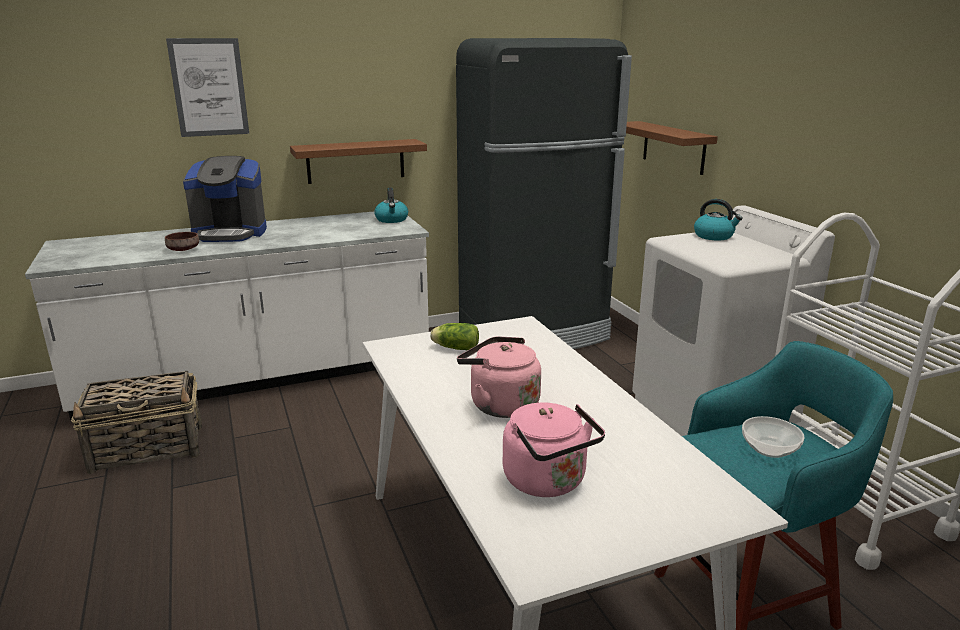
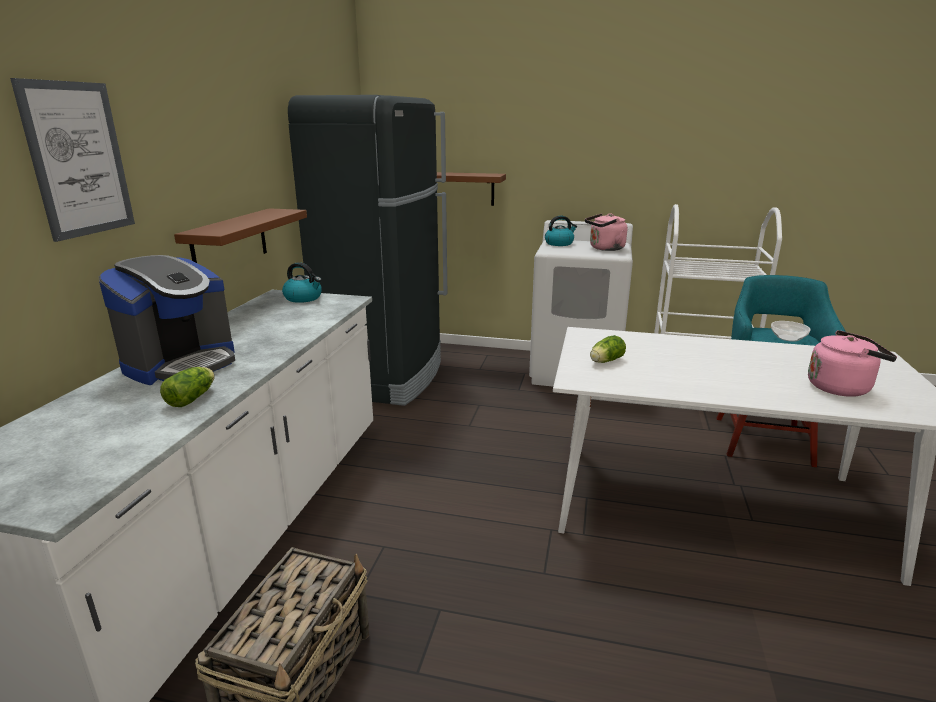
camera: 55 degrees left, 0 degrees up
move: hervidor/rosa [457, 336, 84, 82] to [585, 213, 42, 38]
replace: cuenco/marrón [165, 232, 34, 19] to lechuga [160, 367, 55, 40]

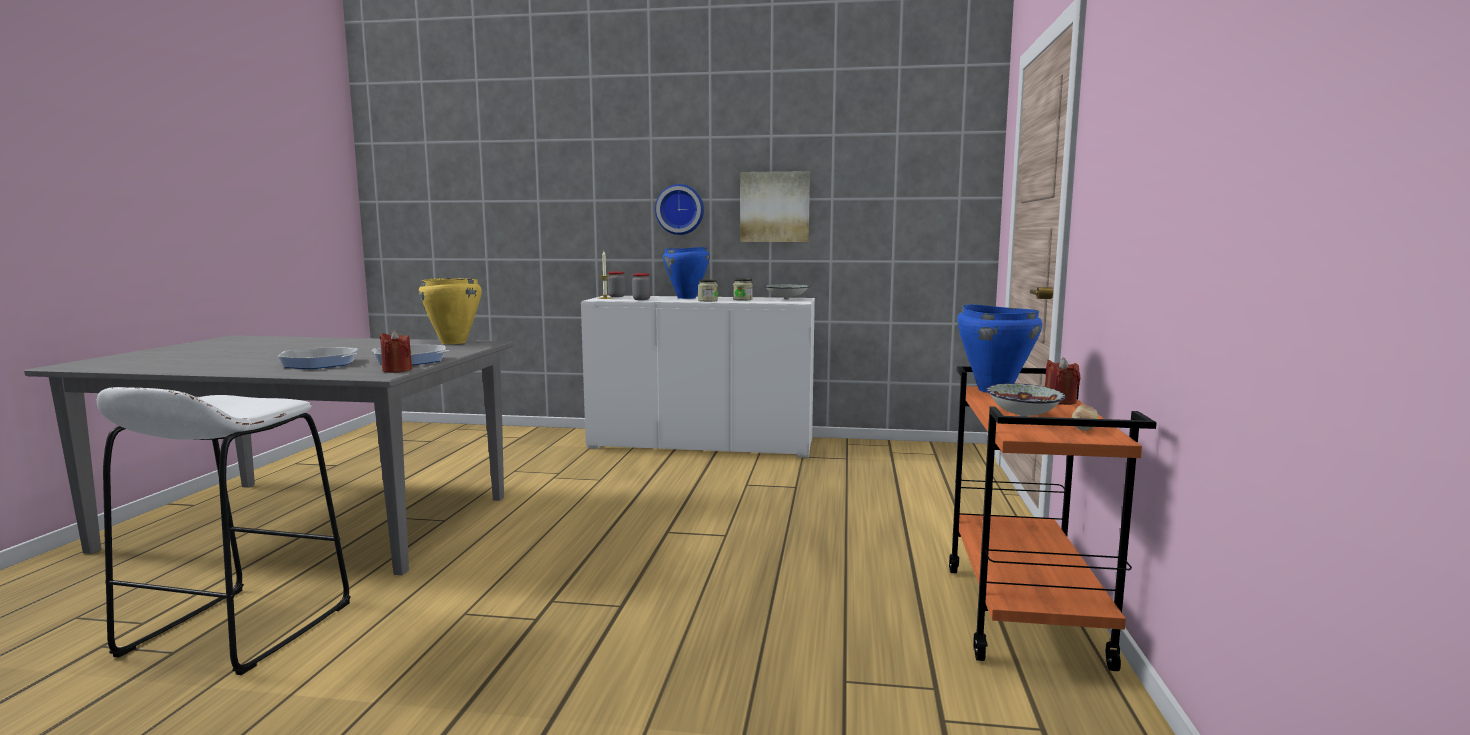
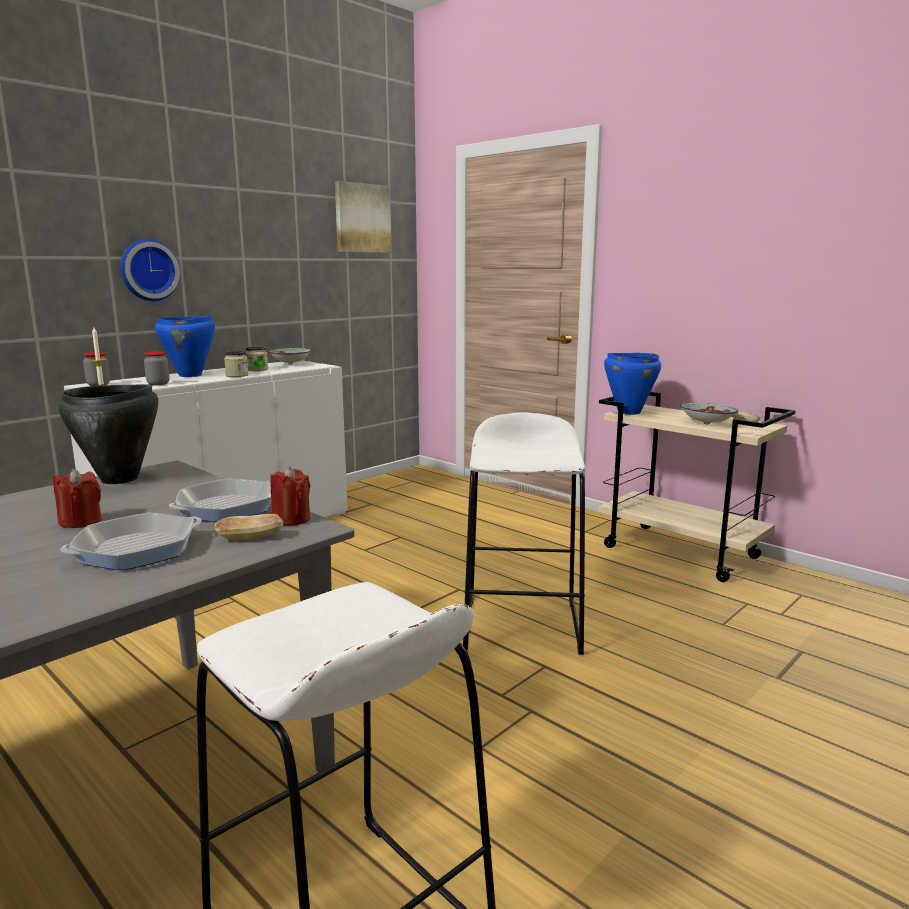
camera: 55 degrees left, 5 degrees up
insert: pan [215, 514, 68, 26]; taburete/blanco [463, 413, 122, 242]
move: vela/rojo [1045, 357, 36, 48] to [53, 469, 49, 59]; cuadro [740, 171, 70, 71] to [335, 181, 56, 72]
recolor: olla/amarillo [419, 278, 63, 66] to olla/negro [59, 384, 100, 100]; carrito/naranja [949, 366, 208, 305] to carrito/beis [599, 392, 197, 190]

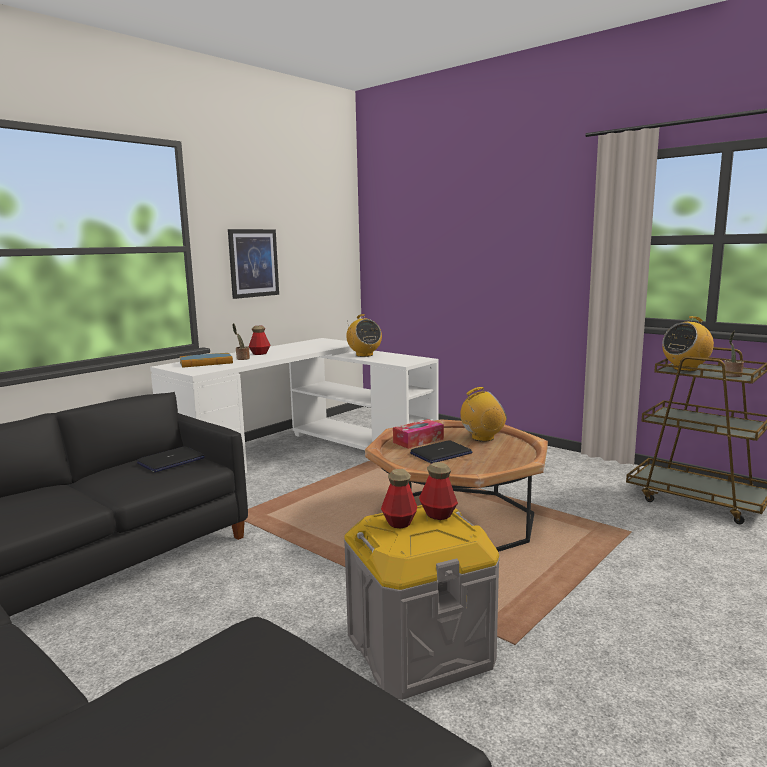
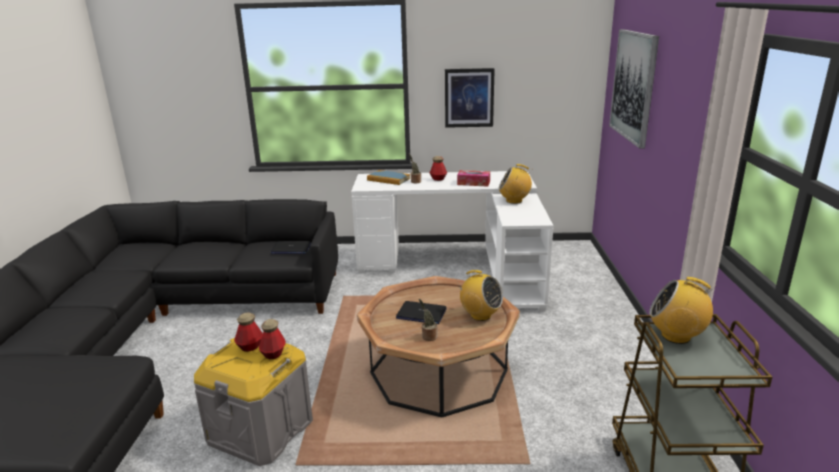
camera: 50 degrees right, 10 degrees up
insert: cuadro [609, 29, 50, 120]
move: planta en maceta [724, 331, 20, 46] to [419, 299, 19, 42]; caja de pañuelos [393, 419, 51, 30] to [457, 170, 33, 17]
rotate: radio [346, 314, 36, 43] = [499, 164, 33, 40] 75 degrees clockwise

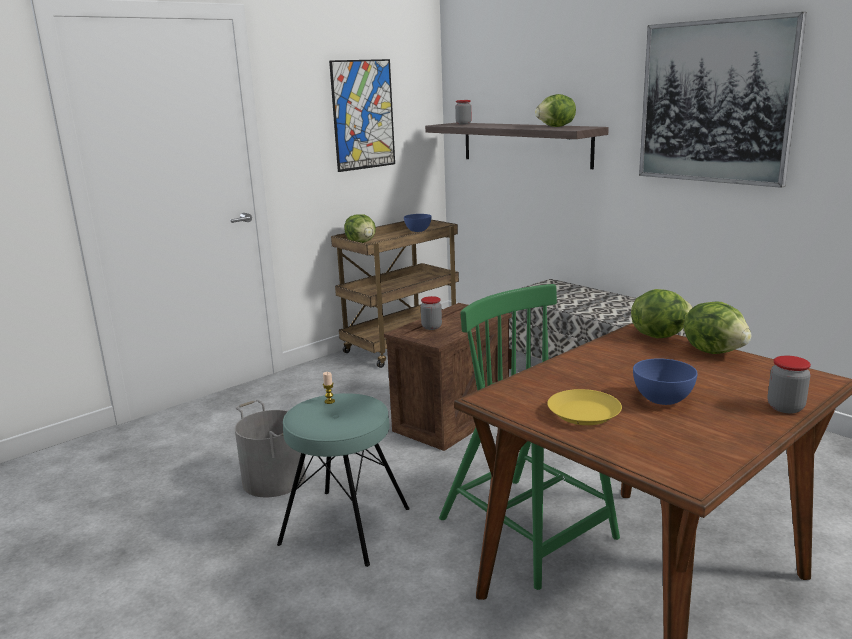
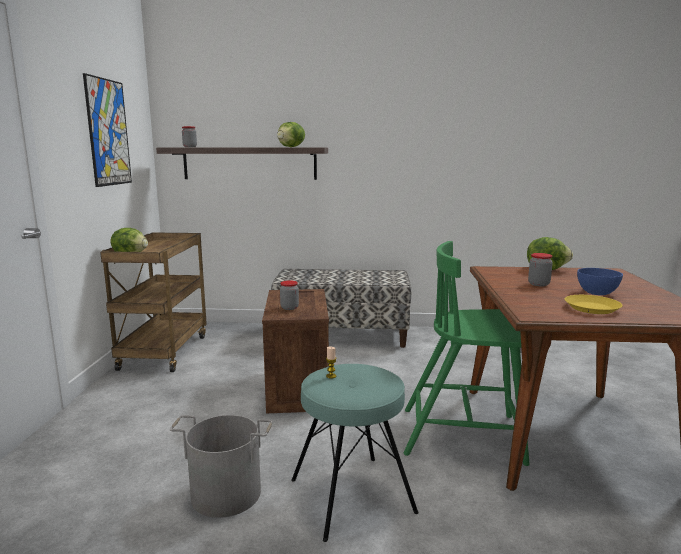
camera: 45 degrees left, 5 degrees down
delete: cuenco/azul [404, 214, 27, 18]; lechuga [631, 289, 62, 49]; cuadro [639, 12, 168, 176]
move: tarro [768, 356, 43, 57] to [528, 253, 25, 33]

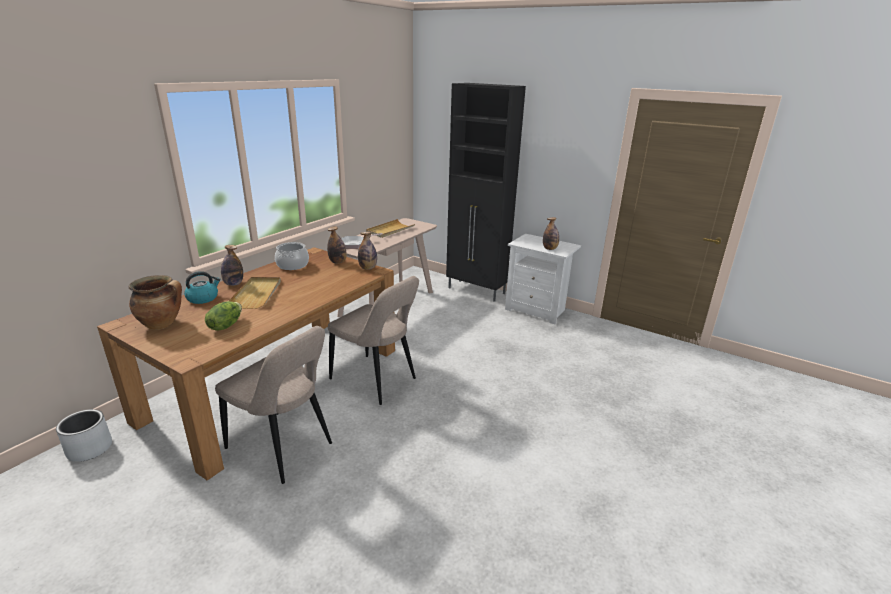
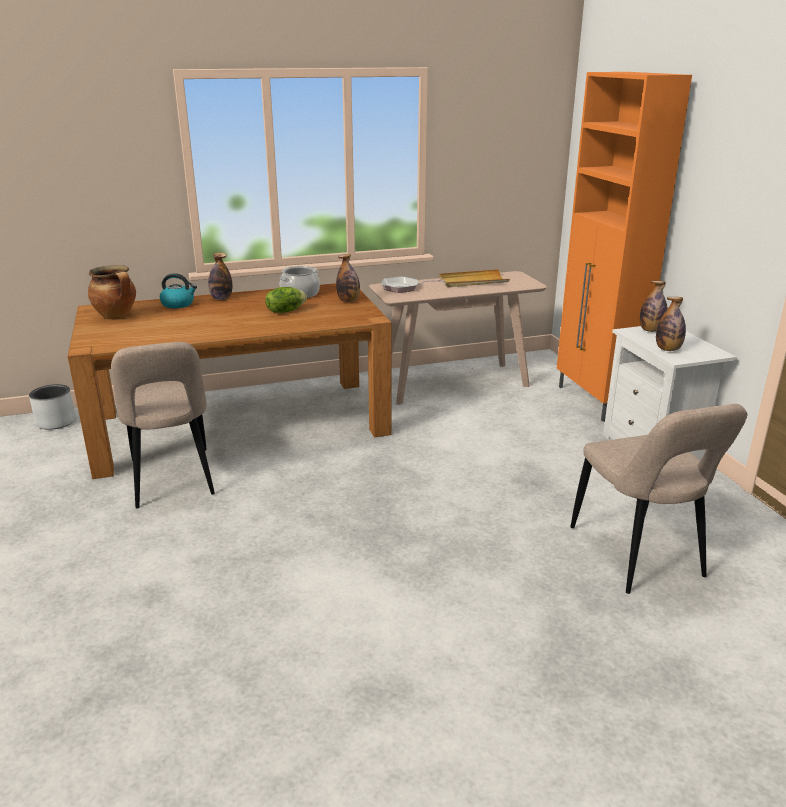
camera: 40 degrees right, 0 degrees up
delete: bandeja/beis [229, 277, 52, 32]
move: lechuga [205, 301, 37, 30] to [265, 287, 42, 26]; silla/beis [328, 276, 91, 129] to [570, 404, 177, 190]; botella [358, 232, 19, 38] to [640, 281, 28, 51]
recolor: armario/negro [446, 83, 80, 219] to armario/naranja [557, 72, 135, 350]

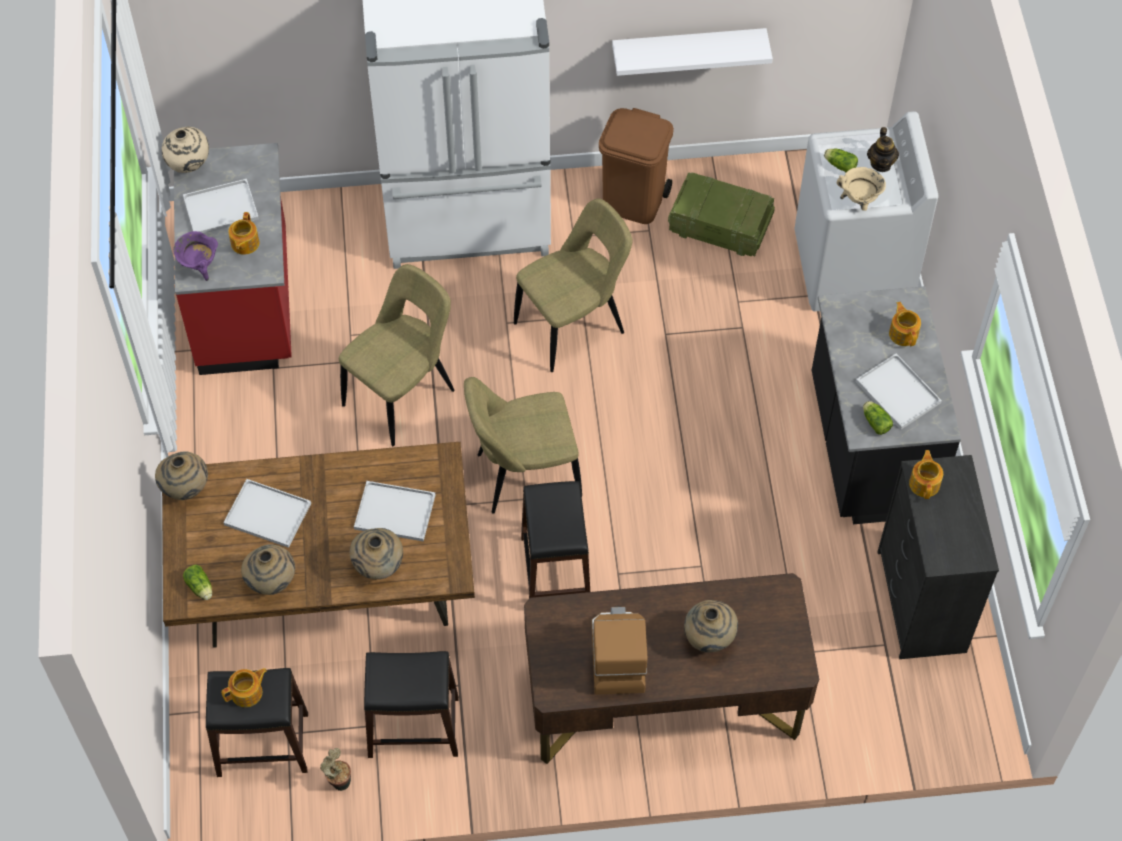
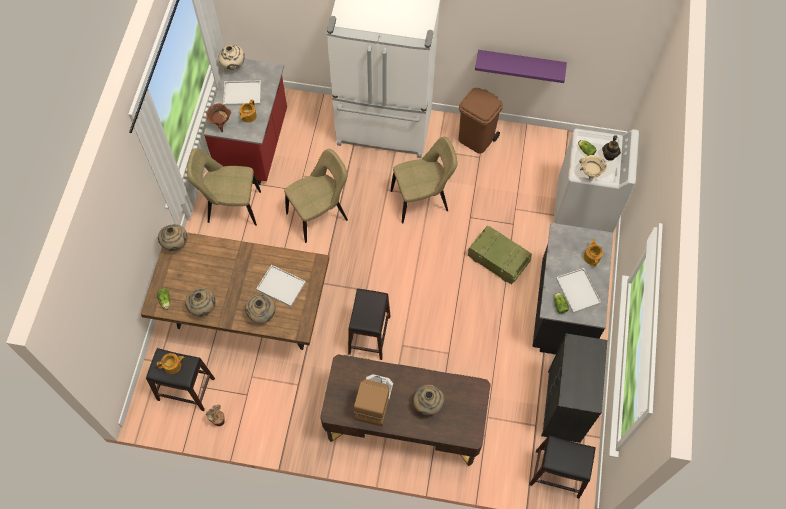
camera: 15 degrees right, 5 degrees up
delete: bandeja/blanco [223, 479, 88, 69]; tetera [909, 450, 34, 49]
move: silla/beis [464, 377, 118, 137] to [187, 148, 74, 78]; caja de embalaje [668, 172, 107, 85] to [468, 225, 64, 59]; taburete/negro [364, 651, 95, 107] to [529, 435, 67, 64]
recolor: olla/morado [173, 231, 45, 50] to olla/marrón [206, 104, 25, 28]; estante/blanco [612, 28, 161, 48] to estante/morado [475, 50, 92, 33]

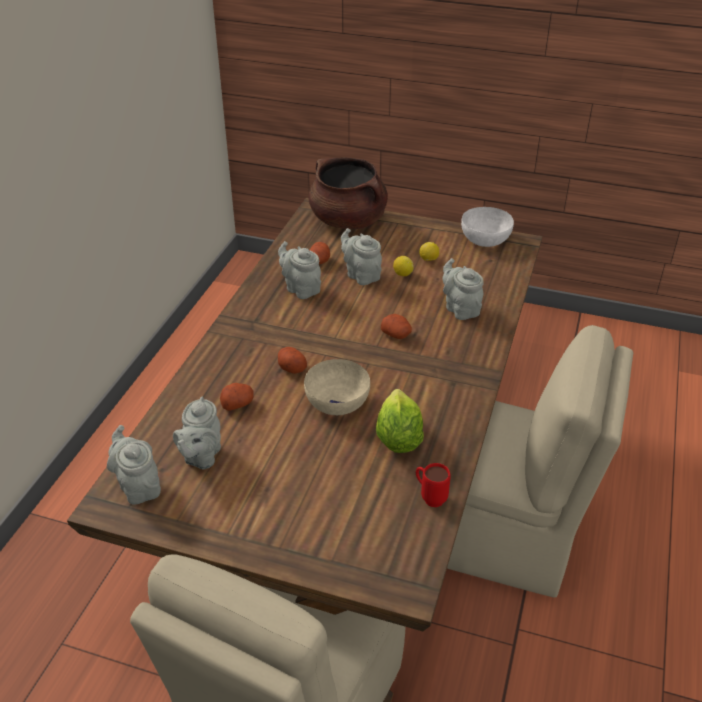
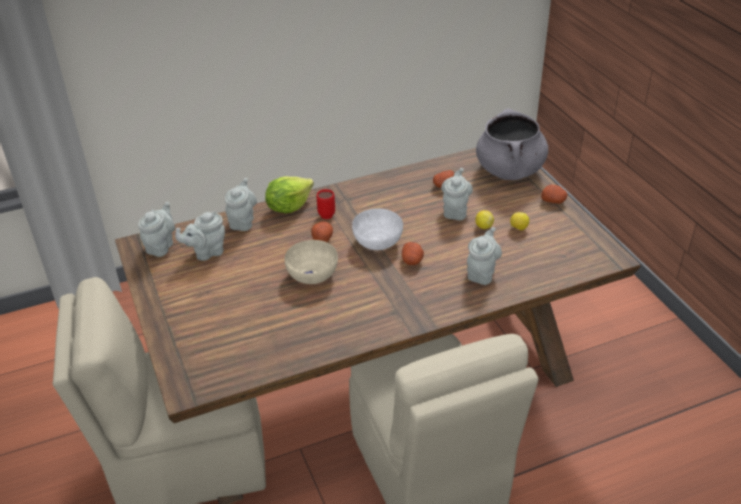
camera: 50 degrees right, 0 degrees up
move: tetera/gris [278, 241, 43, 58] to [225, 178, 32, 53]; lechuga [376, 389, 48, 64] to [265, 176, 49, 37]; taza grande/rojo [416, 463, 34, 44] to [317, 189, 18, 30]; cuenco/blanco [461, 207, 53, 40] to [352, 208, 51, 42]; patata [220, 383, 34, 28] to [541, 184, 27, 20]
recolor: olla/marrón [308, 157, 80, 72] to olla/gris [476, 108, 72, 72]

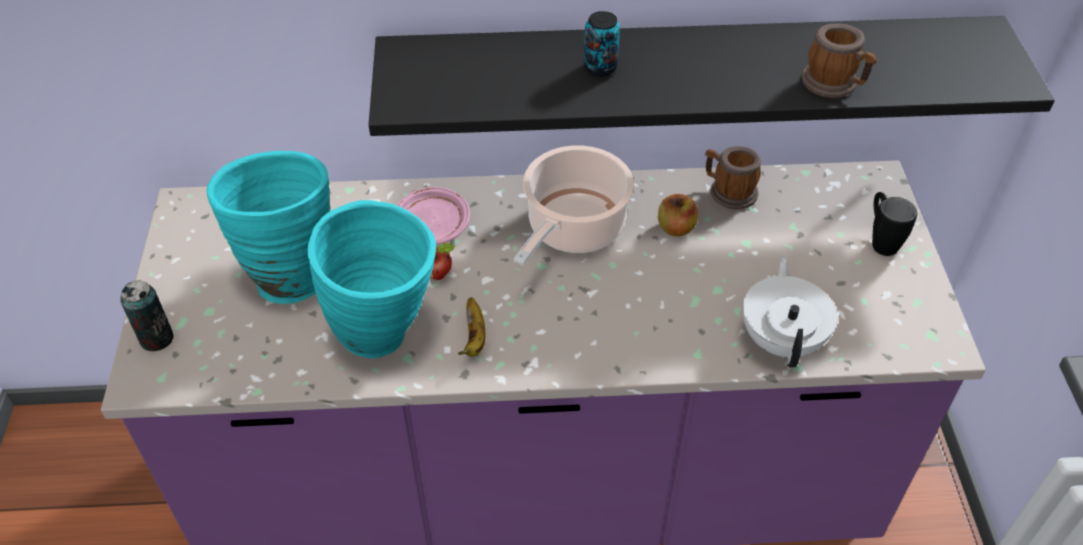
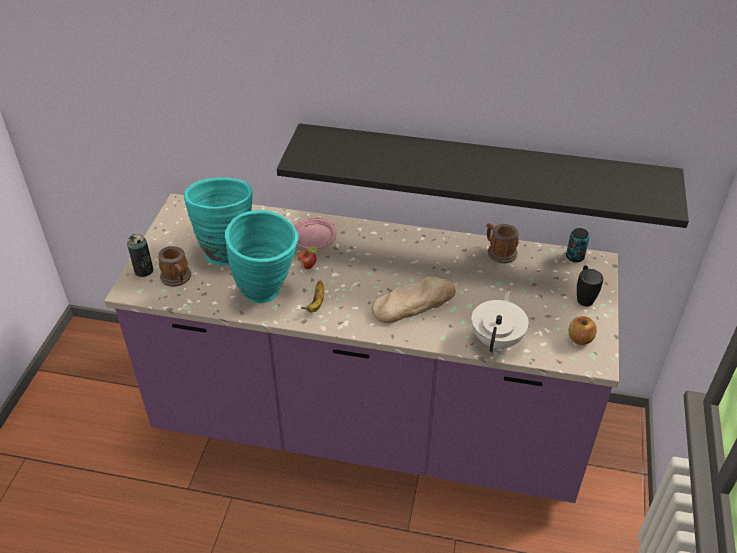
camera: 15 degrees right, 5 degrees down
delete: olla [514, 146, 120, 119]
insert: pan [372, 276, 84, 47]
move: taza grande [802, 24, 75, 74] to [158, 246, 33, 41]; lata [584, 11, 36, 66] to [566, 228, 23, 34]; manzana [658, 194, 40, 43] to [568, 316, 29, 29]

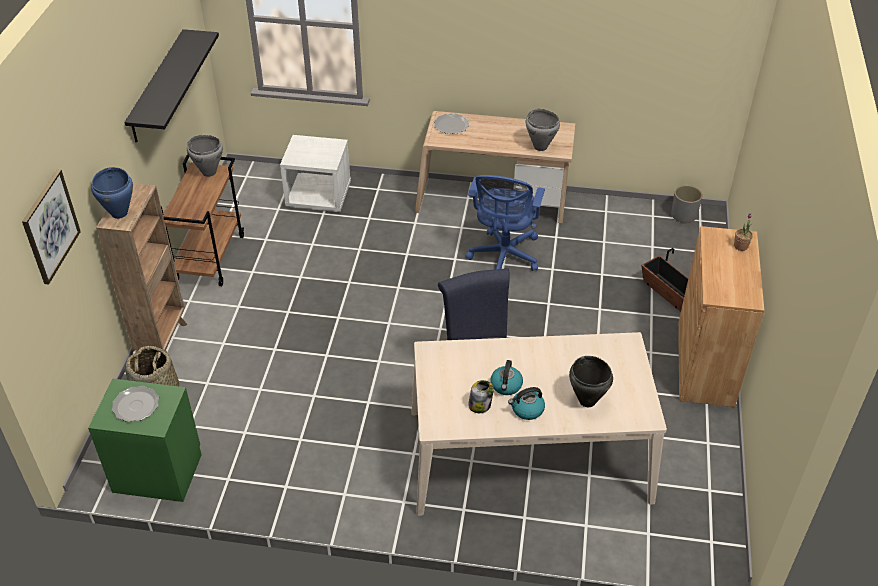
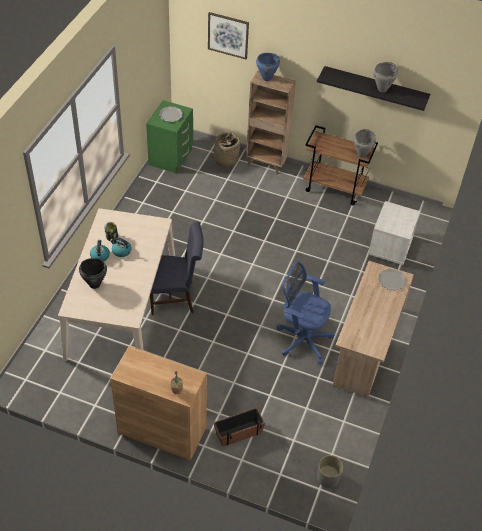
camera: 100 degrees right, 5 degrees up
move: olla/gris [526, 109, 34, 42] to [373, 62, 25, 30]

